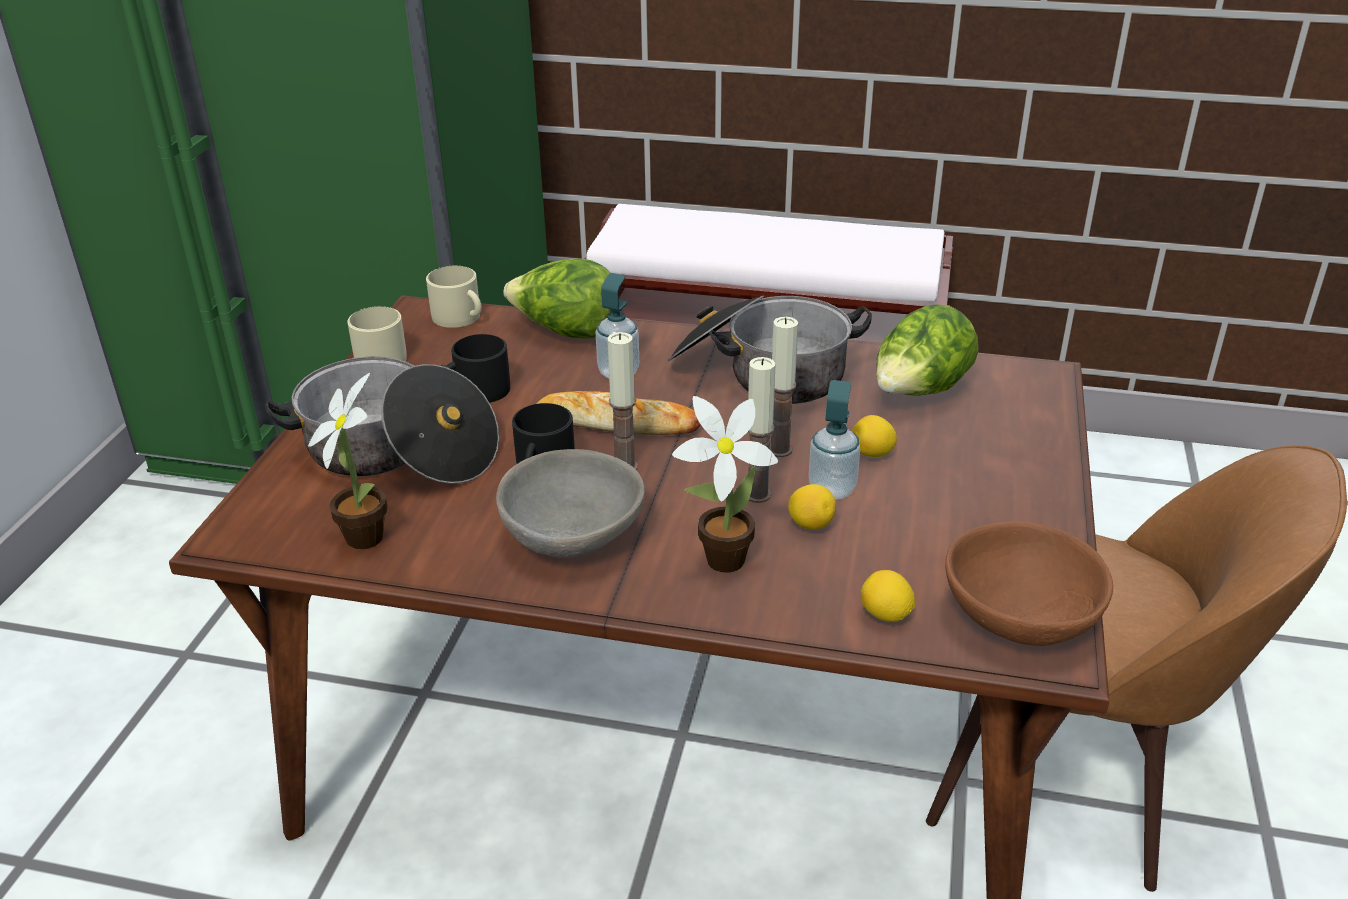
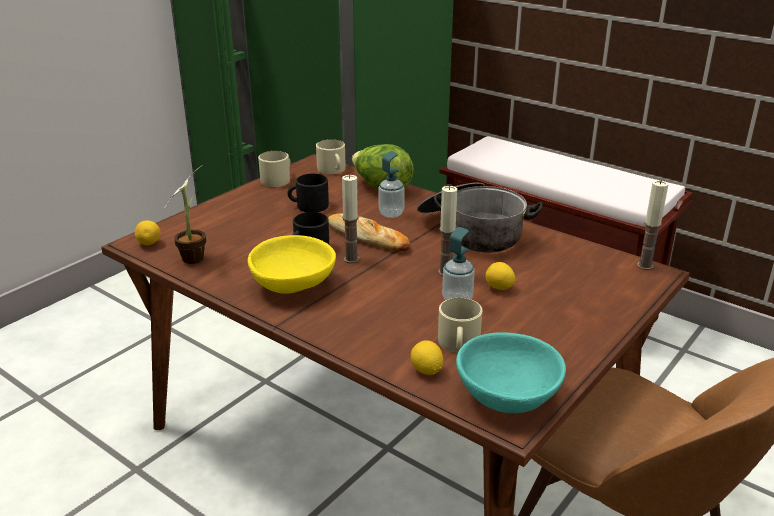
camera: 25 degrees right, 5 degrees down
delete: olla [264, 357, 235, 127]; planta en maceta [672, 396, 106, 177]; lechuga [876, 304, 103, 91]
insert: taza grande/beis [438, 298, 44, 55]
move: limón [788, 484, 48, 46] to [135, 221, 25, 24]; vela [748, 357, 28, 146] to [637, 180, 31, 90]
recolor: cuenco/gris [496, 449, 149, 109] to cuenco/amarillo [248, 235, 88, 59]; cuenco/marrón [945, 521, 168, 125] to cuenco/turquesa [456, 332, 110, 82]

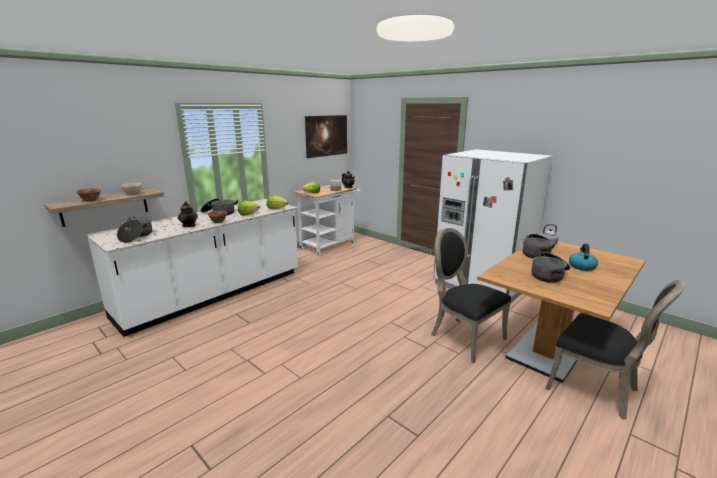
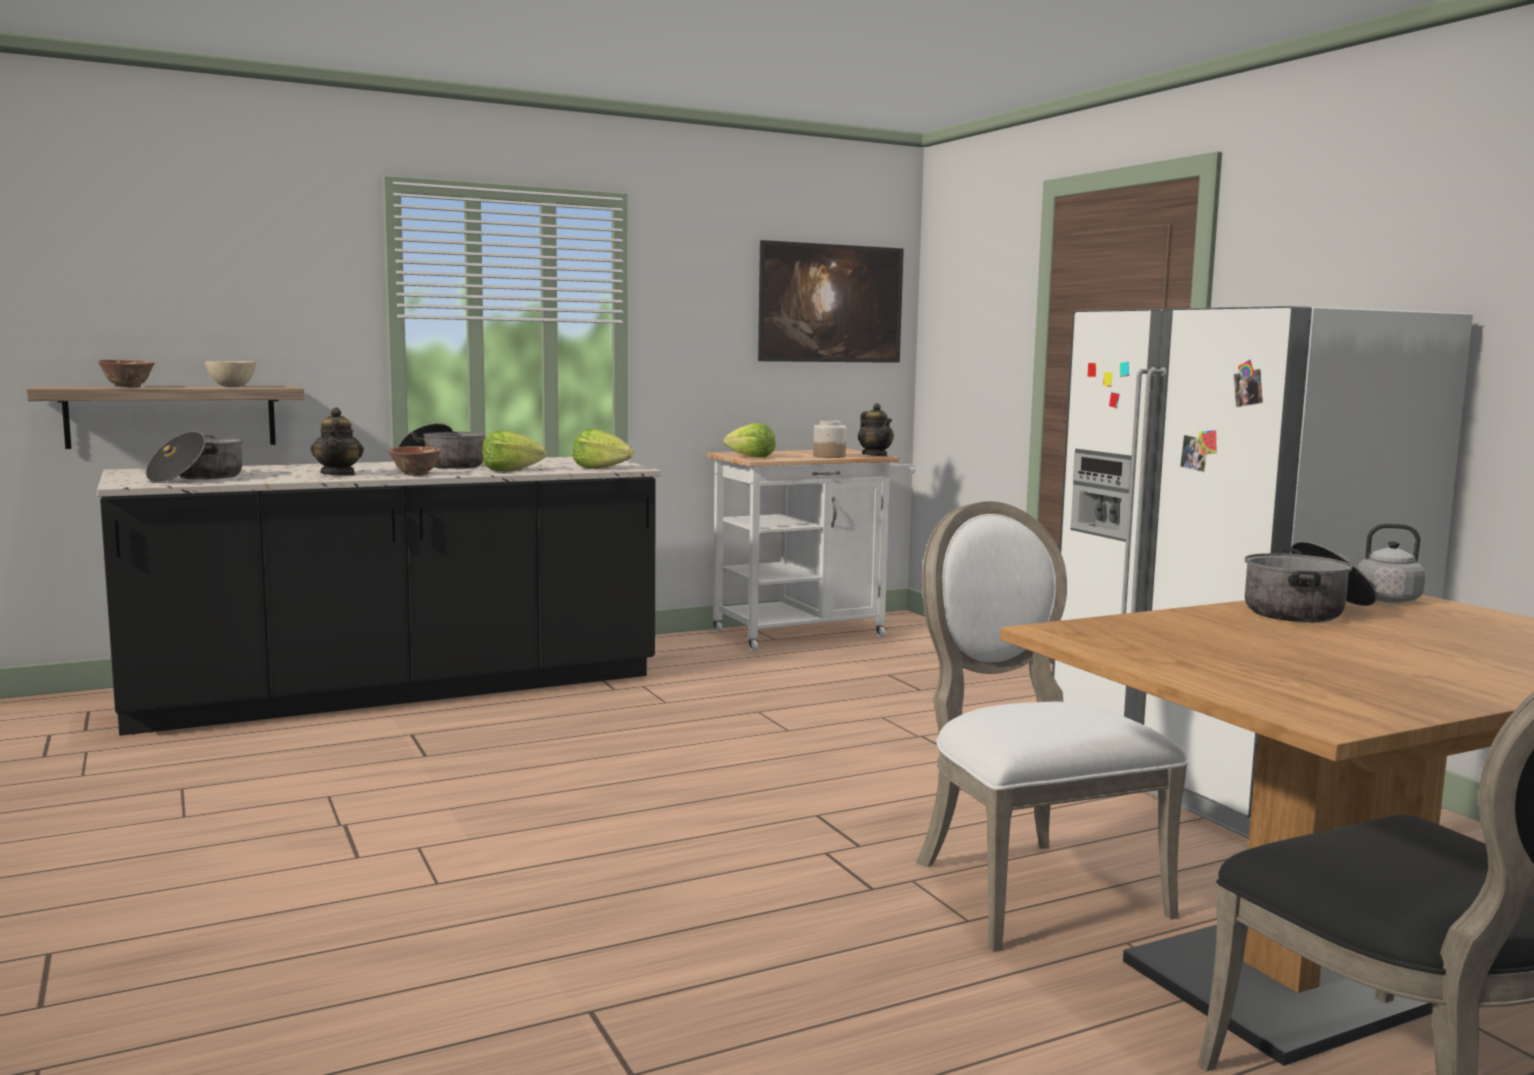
camera: 20 degrees right, 10 degrees down
delete: olla [531, 252, 39, 31]; hervidor [569, 243, 29, 28]
recolor: mueble bajo de cocina/blanco [85, 199, 213, 138] to mueble bajo de cocina/negro [97, 457, 564, 279]; silla/negro [431, 228, 80, 135] to silla/blanco [916, 501, 272, 451]

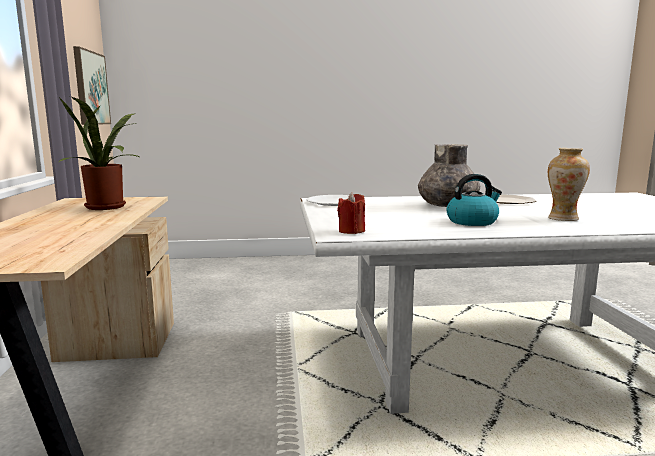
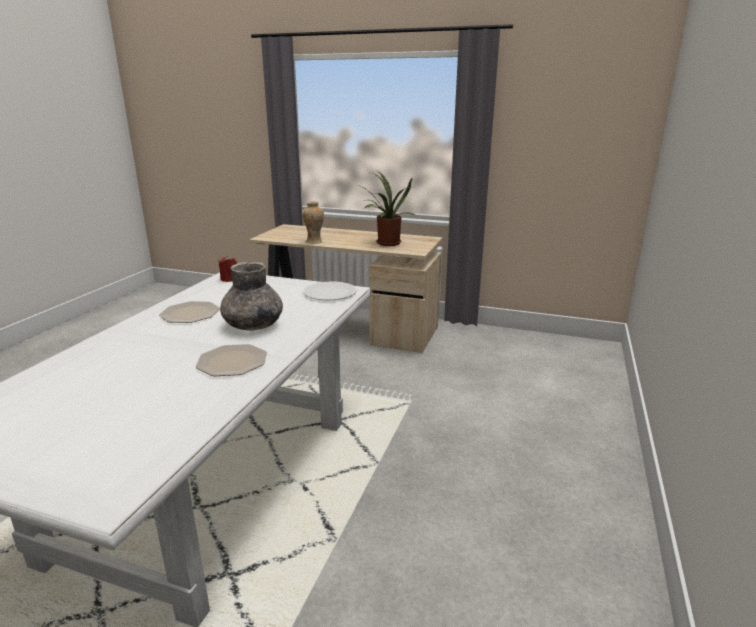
camera: 115 degrees right, 10 degrees up
delete: cuadro [73, 46, 38, 79]
move: florero [548, 148, 42, 73] to [303, 201, 21, 43]
replace: hervidor [447, 174, 55, 52] to plato [159, 301, 61, 22]

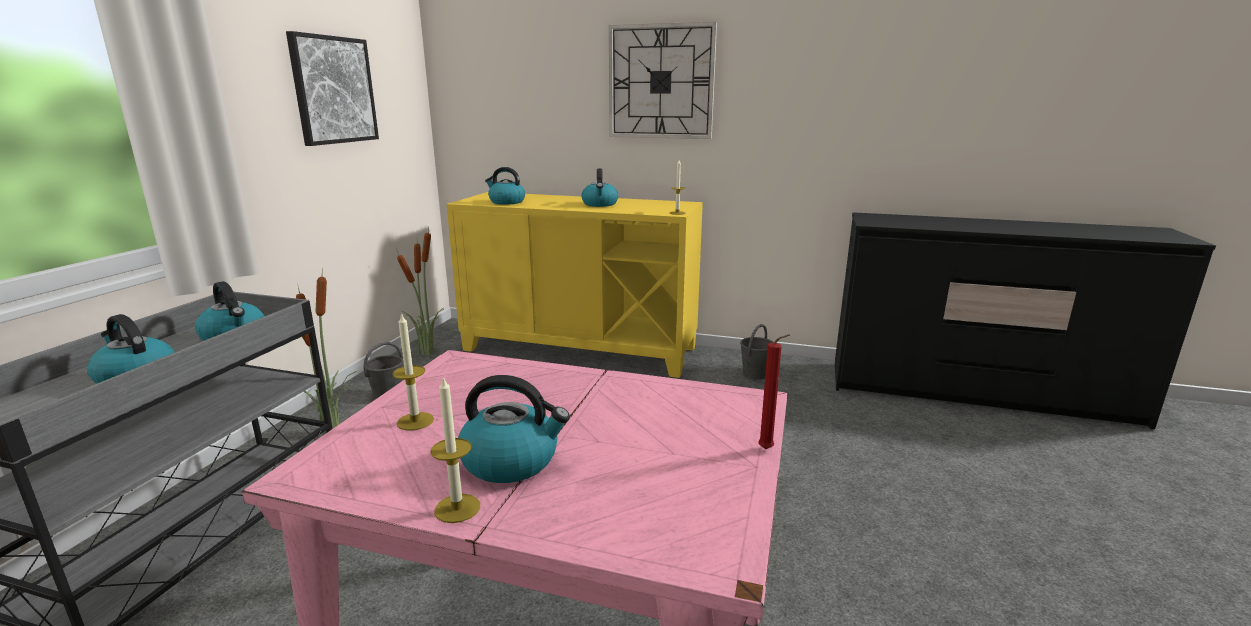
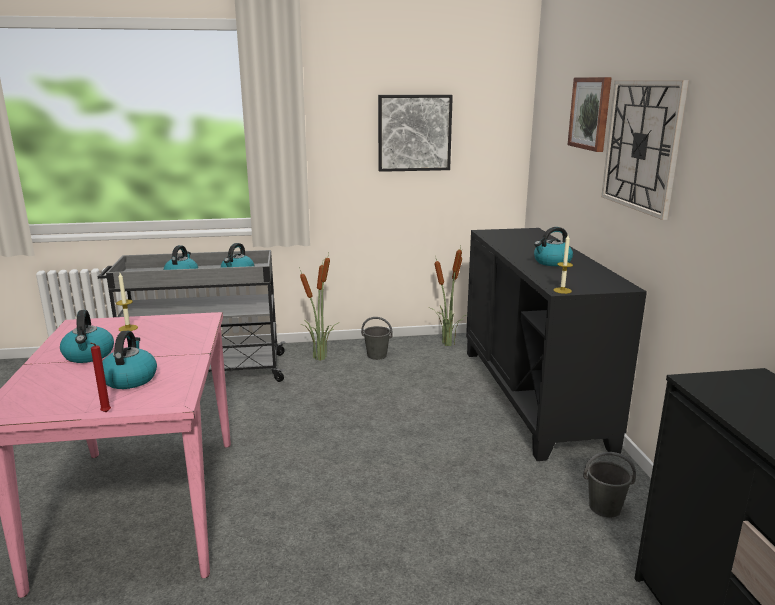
camera: 65 degrees right, 0 degrees up
delete: vela [430, 375, 50, 148]
insert: cuadro [567, 77, 45, 75]
move: hervidor [485, 167, 40, 38] to [102, 331, 55, 58]
recolor: armario/amarillo [446, 192, 257, 186] to armario/negro [466, 228, 181, 233]

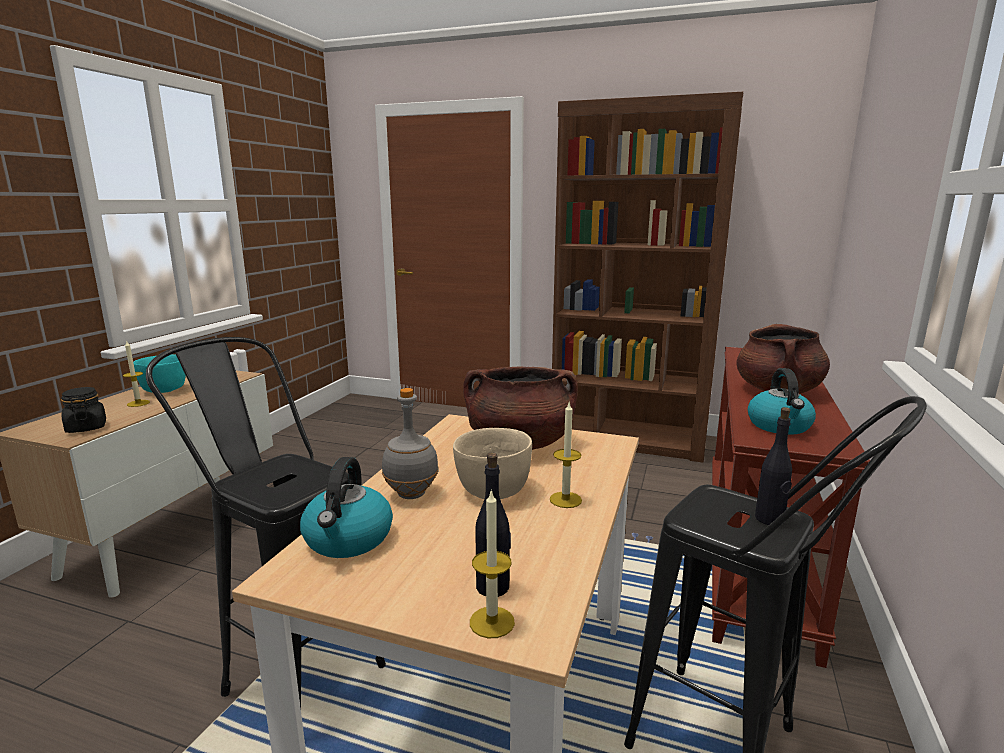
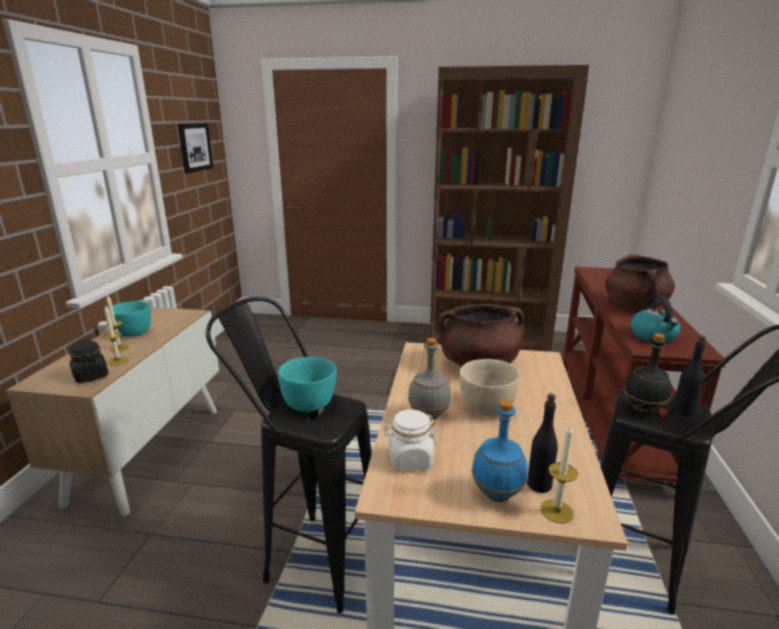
camera: 10 degrees left, 5 degrees up
insert: cuadro [178, 123, 36, 50]; cuenco/turquesa [278, 357, 59, 55]; botella/azul [472, 400, 56, 102]; botella/negro [624, 333, 47, 81]
move: vela [550, 403, 32, 105] to [103, 306, 25, 60]
replace: hervidor [300, 457, 93, 101] to tarro/blanco [383, 409, 55, 62]

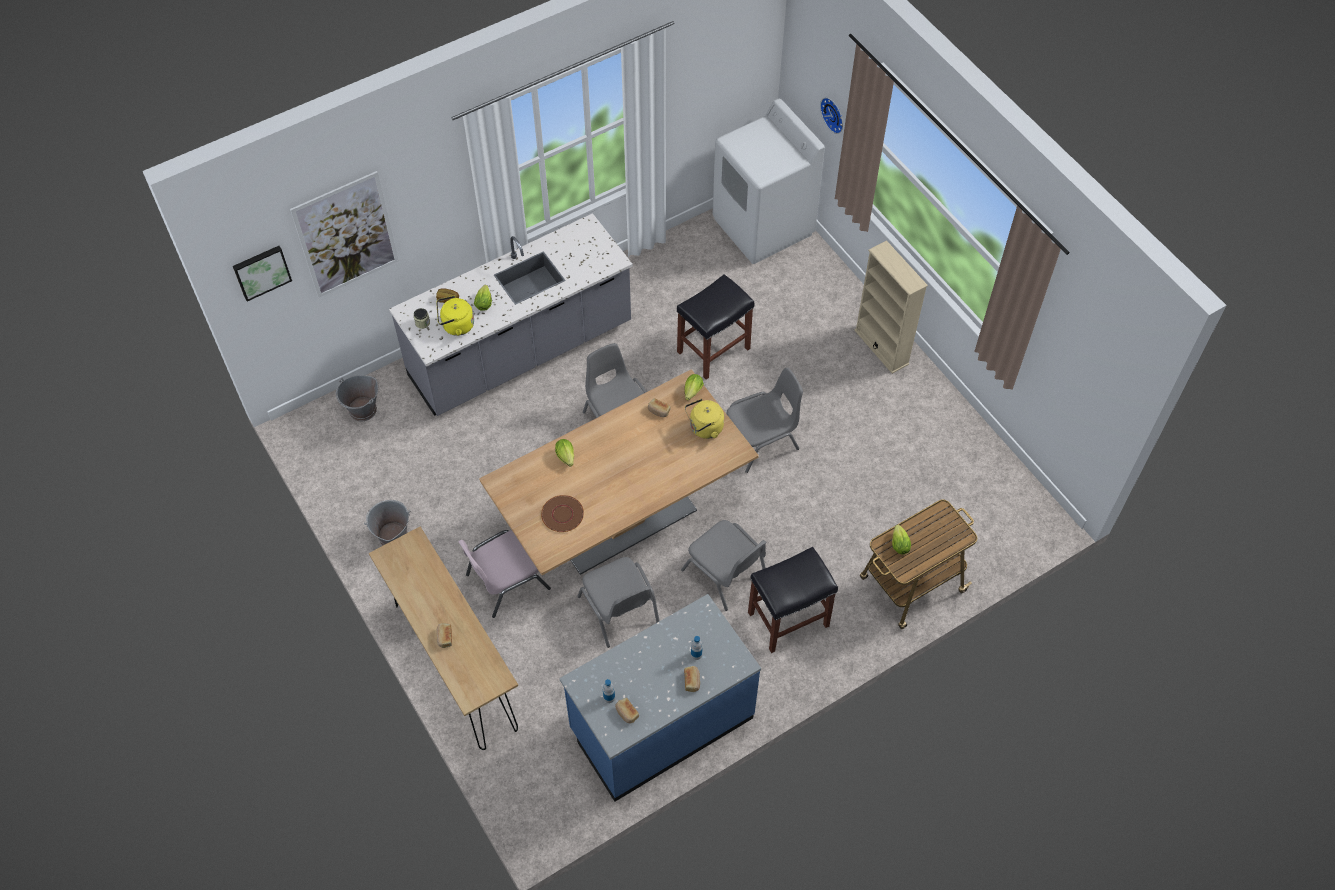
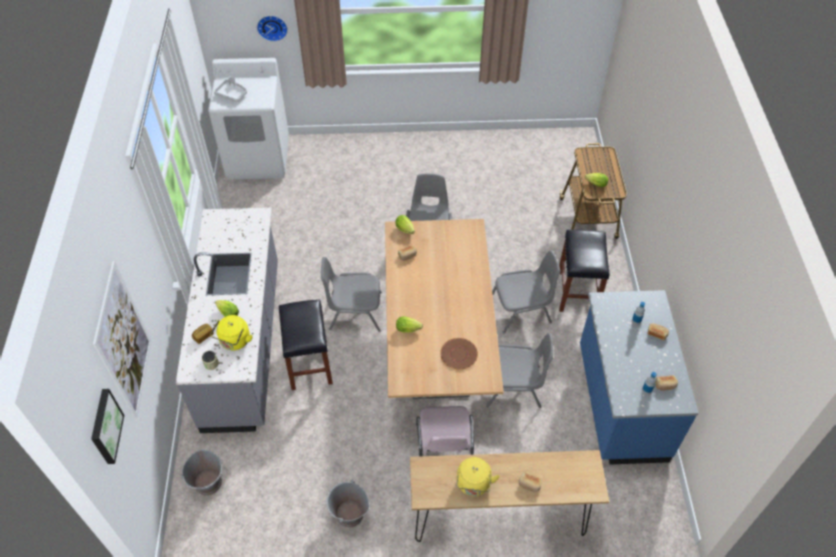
camera: 60 degrees left, 5 degrees down
delete: estantería/beis [854, 240, 74, 134]
insert: bandeja/gris [214, 77, 33, 25]
move: taburete/negro [677, 274, 77, 105] to [279, 299, 54, 91]; hervidor/amarillo [685, 399, 39, 40] to [456, 457, 44, 39]

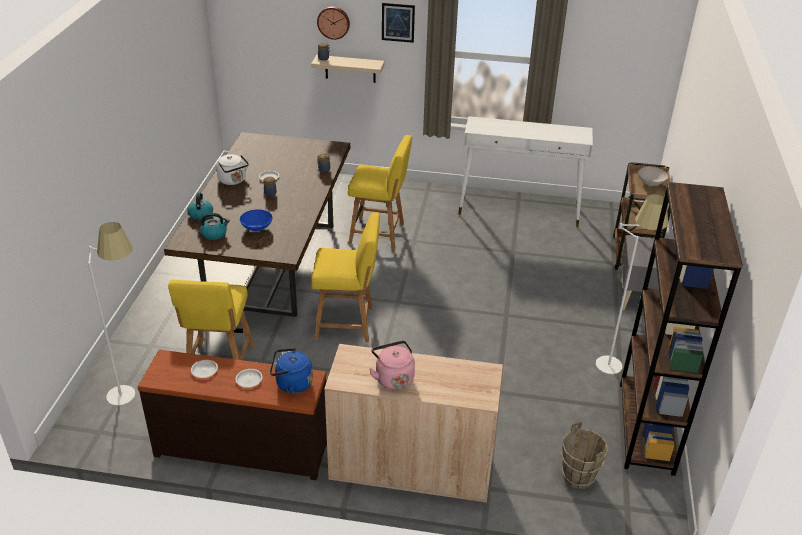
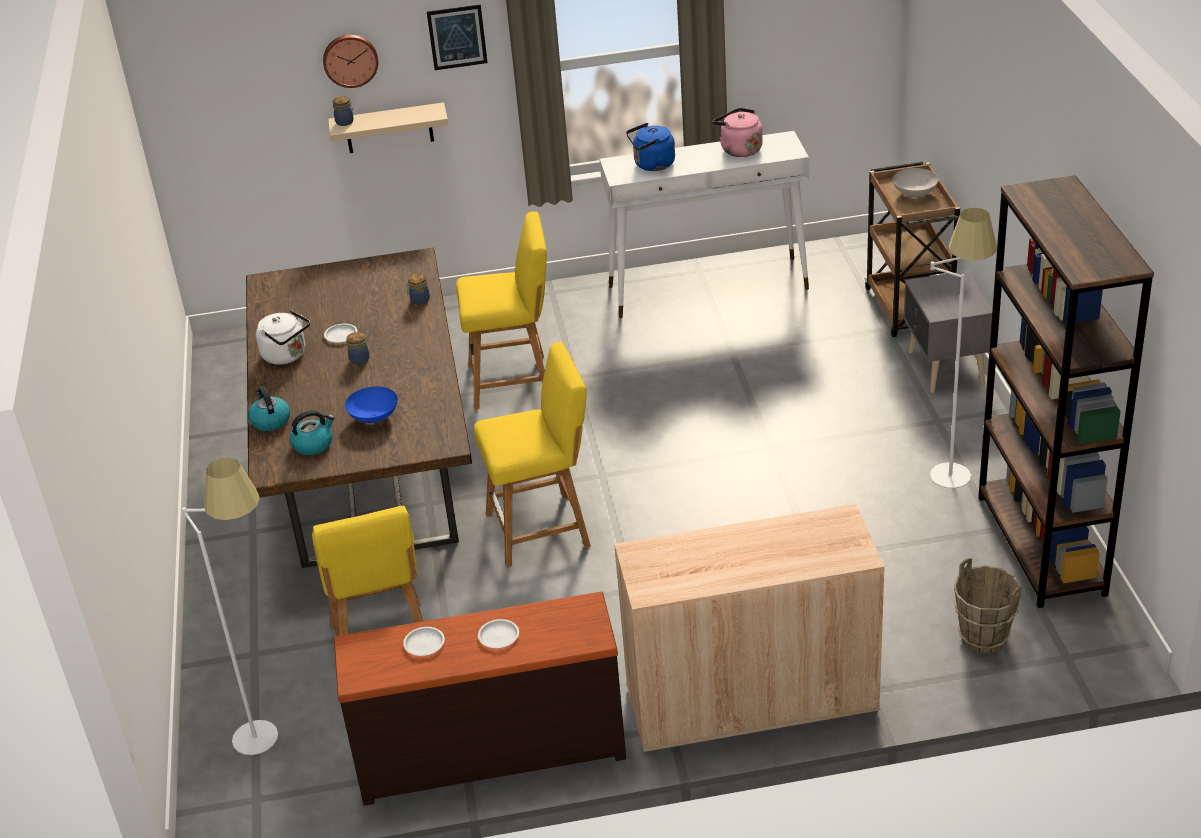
camera: 15 degrees left, 0 degrees up
move: hervidor/azul [270, 348, 43, 46] to [626, 123, 49, 48]; hervidor/rosa [369, 341, 46, 49] to [713, 108, 50, 49]

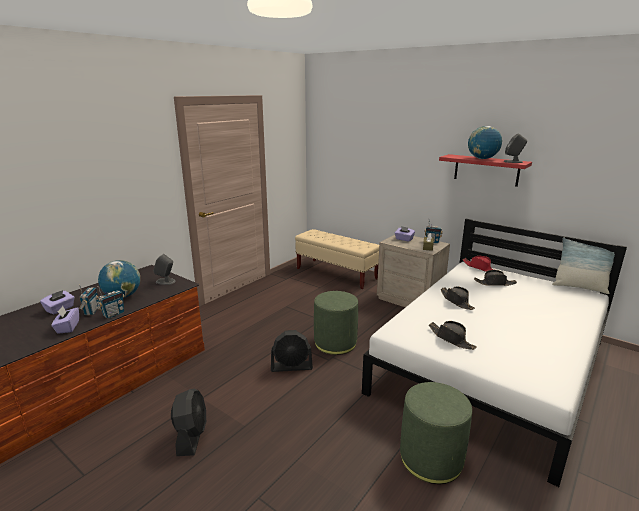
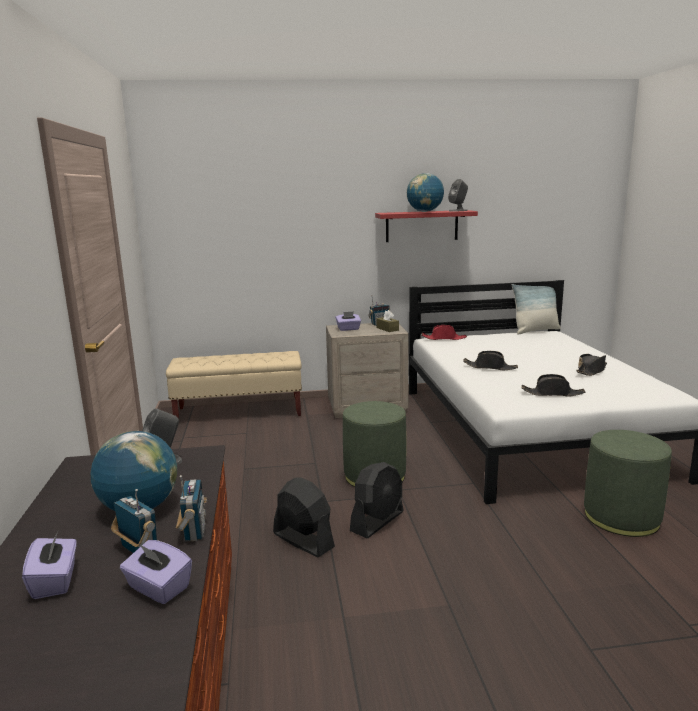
camera: 45 degrees left, 5 degrees down
move: ventilador/negro [171, 388, 35, 68] to [273, 477, 62, 80]; sombrero/negro [474, 270, 43, 16] to [576, 354, 31, 22]

